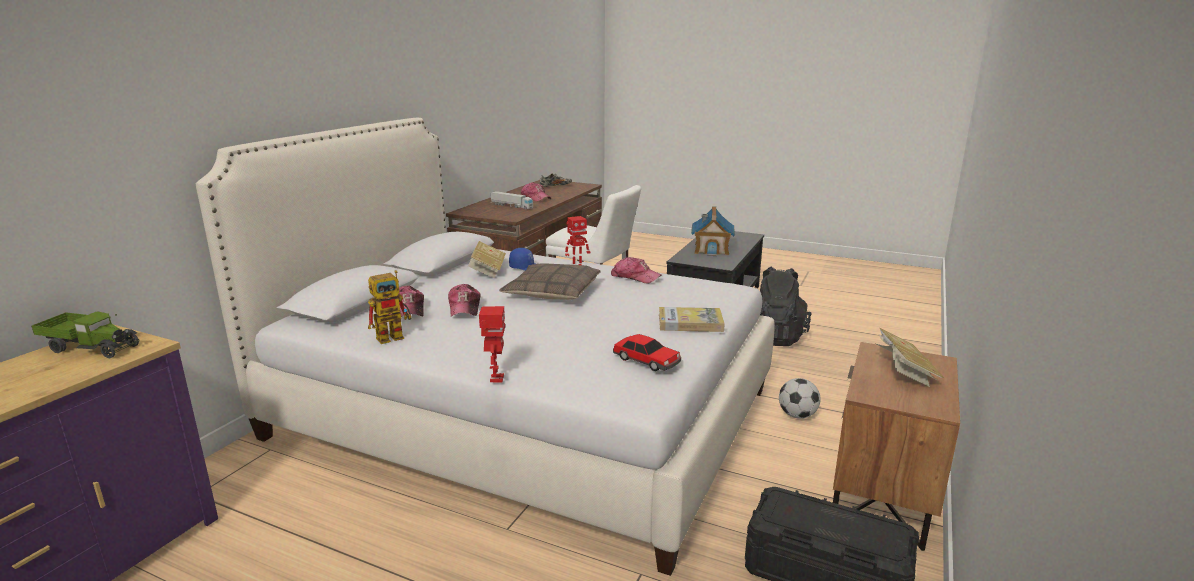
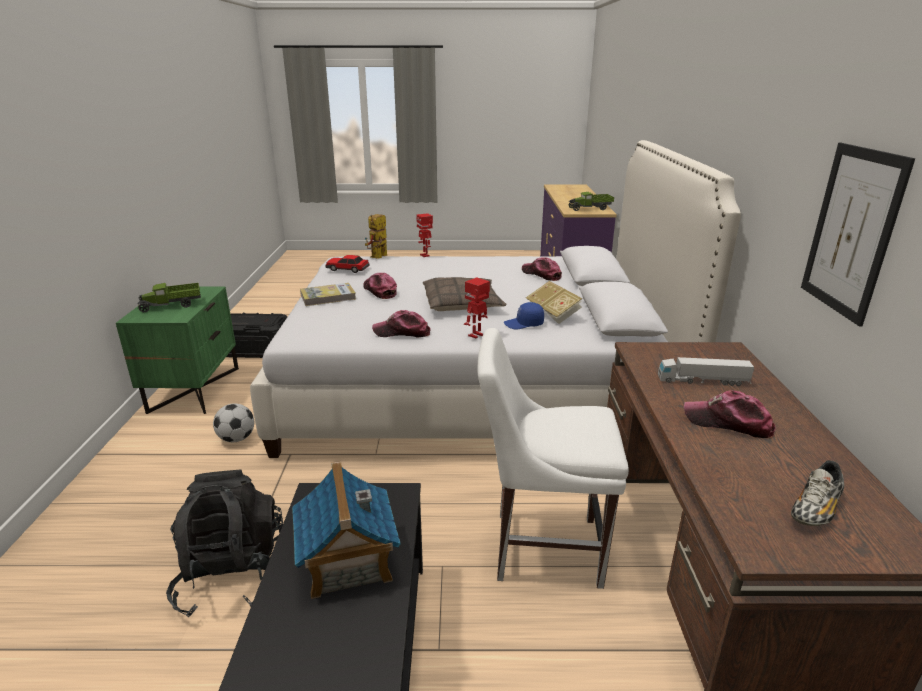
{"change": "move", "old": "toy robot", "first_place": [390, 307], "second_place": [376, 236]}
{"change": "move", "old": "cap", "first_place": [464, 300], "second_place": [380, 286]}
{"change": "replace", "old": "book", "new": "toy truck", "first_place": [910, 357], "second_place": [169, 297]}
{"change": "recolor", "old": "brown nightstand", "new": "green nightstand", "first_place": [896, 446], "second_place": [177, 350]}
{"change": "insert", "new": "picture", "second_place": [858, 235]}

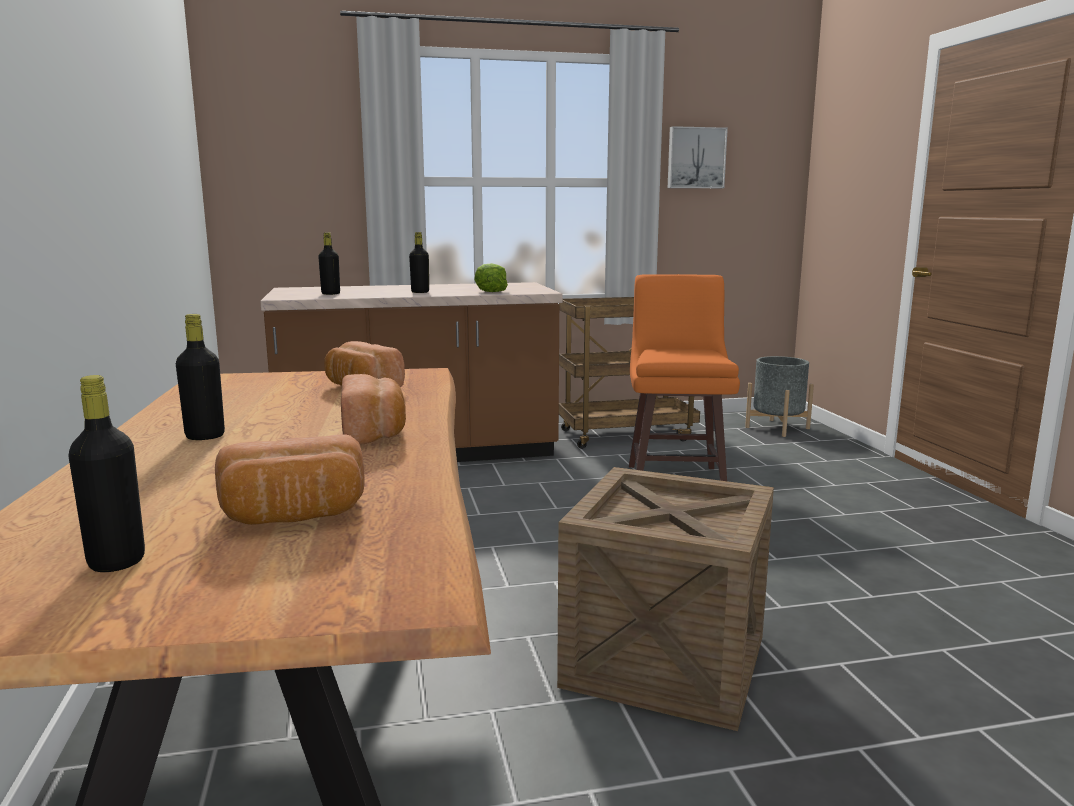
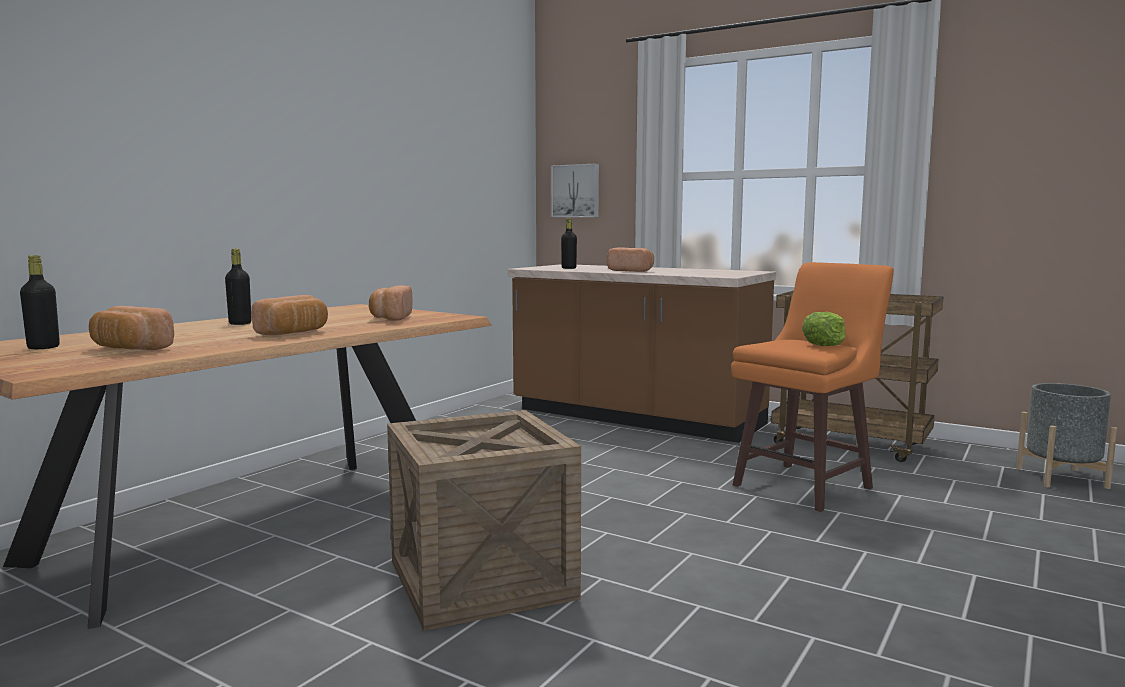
{"change": "move", "old": "picture", "first_place": [698, 157], "second_place": [575, 190]}
{"change": "replace", "old": "black bottle", "new": "bread", "first_place": [419, 262], "second_place": [630, 259]}
{"change": "move", "old": "lettuce", "first_place": [491, 277], "second_place": [824, 329]}

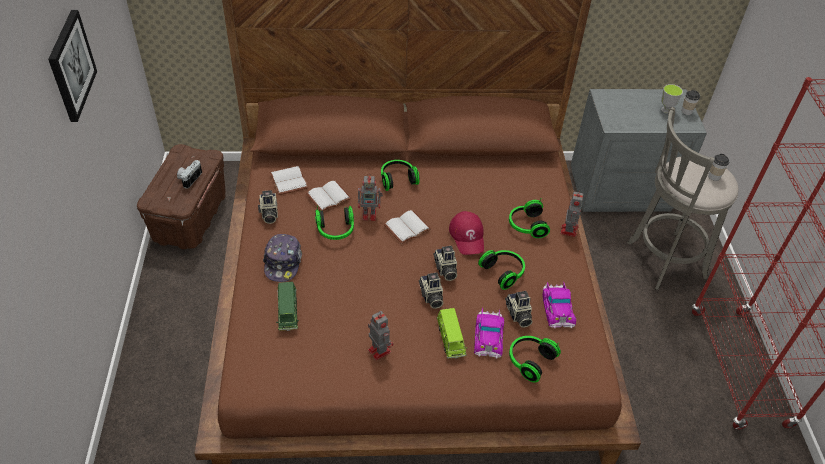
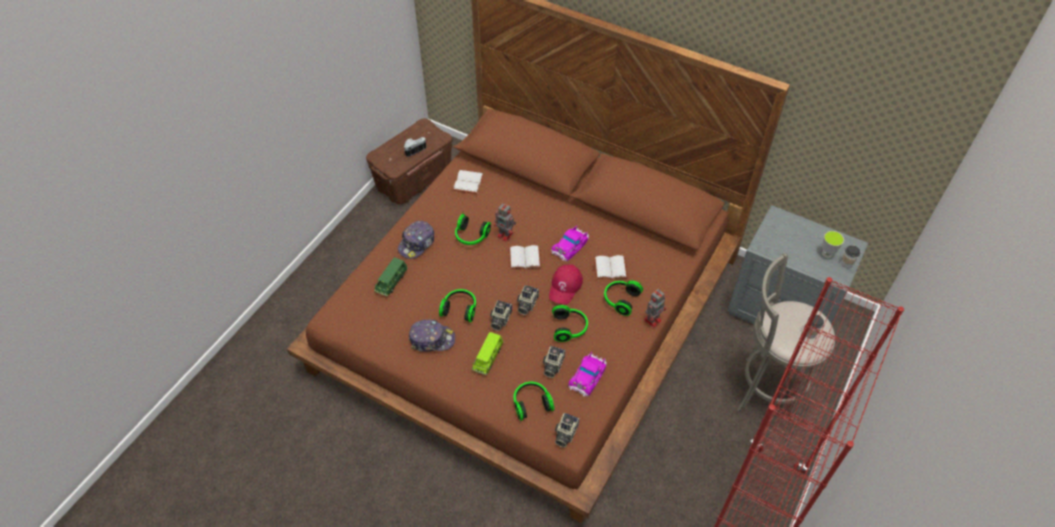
{"change": "delete", "old": "picture", "first_place": [72, 66]}
{"change": "move", "old": "headphones", "first_place": [400, 175], "second_place": [457, 306]}
{"change": "move", "old": "white book", "first_place": [329, 196], "second_place": [611, 267]}
{"change": "move", "old": "photo camera", "first_place": [268, 207], "second_place": [567, 430]}
{"change": "move", "old": "toy car", "first_place": [489, 333], "second_place": [570, 243]}
{"change": "replace", "old": "toy robot", "new": "cap", "first_place": [380, 335], "second_place": [432, 336]}

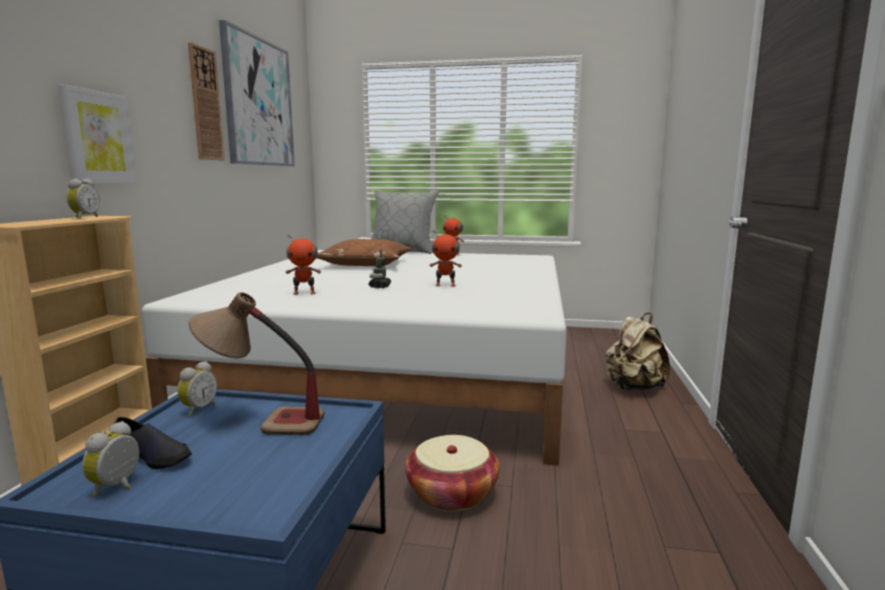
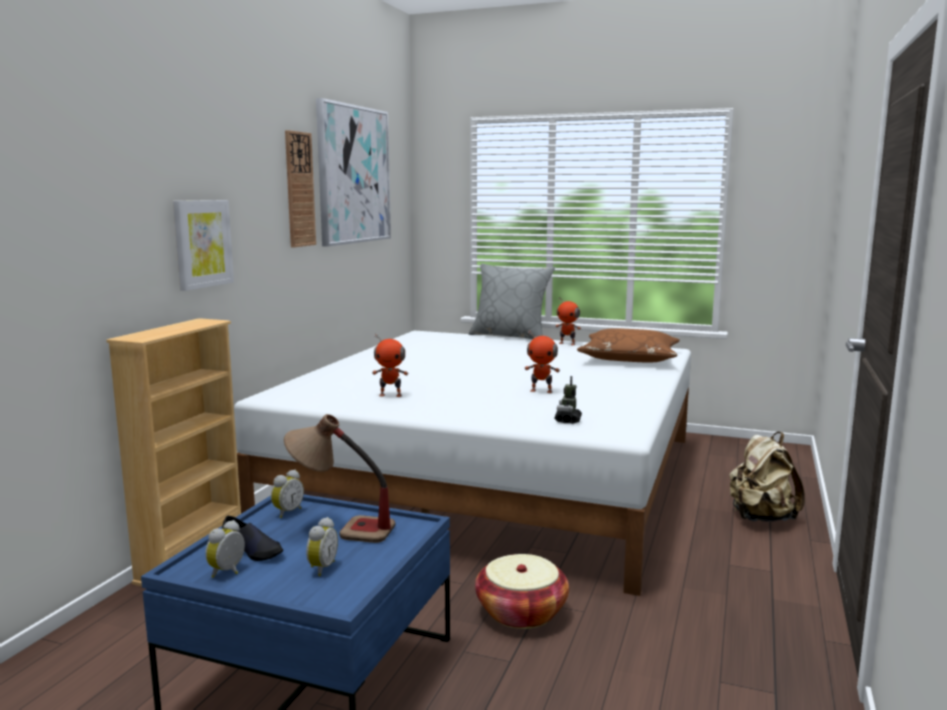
{"change": "move", "old": "alarm clock", "first_place": [83, 199], "second_place": [322, 546]}
{"change": "move", "old": "brown pillow", "first_place": [364, 252], "second_place": [628, 345]}
{"change": "move", "old": "toy robot", "first_place": [379, 269], "second_place": [568, 400]}

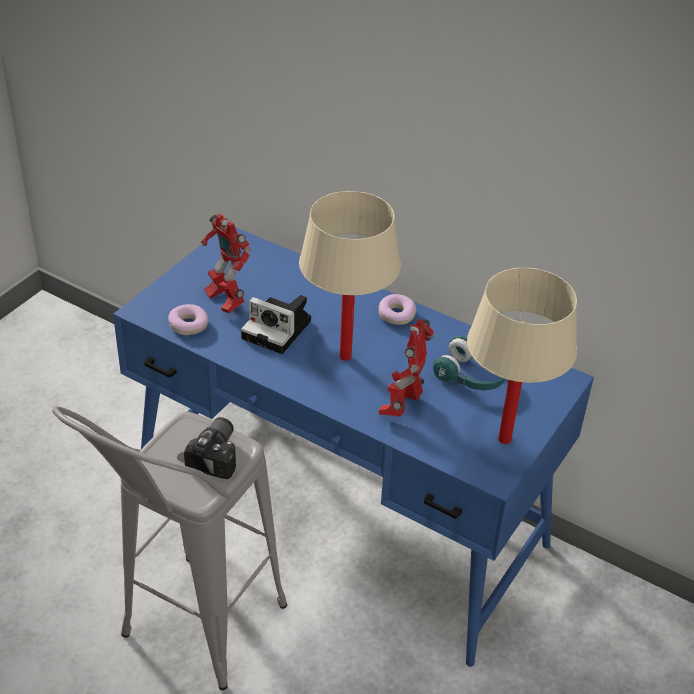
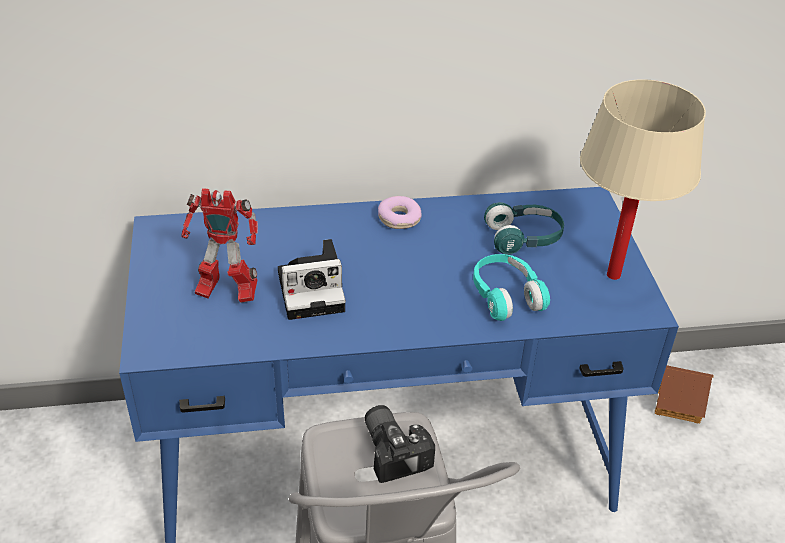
{"change": "delete", "old": "beige table lamp", "first_place": [350, 276]}
{"change": "delete", "old": "donut", "first_place": [188, 319]}
{"change": "replace", "old": "toy robot", "new": "turquoise headphones", "first_place": [406, 368], "second_place": [511, 287]}
{"change": "insert", "new": "toy house", "second_place": [684, 394]}

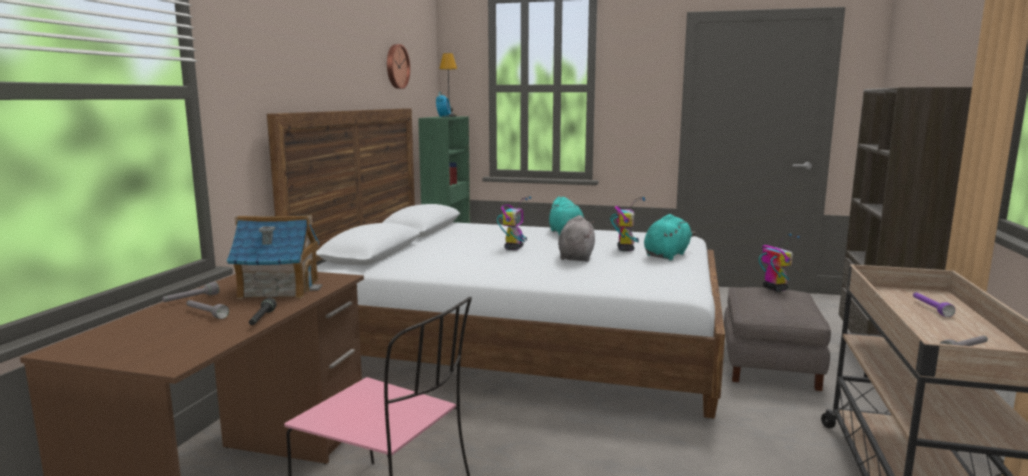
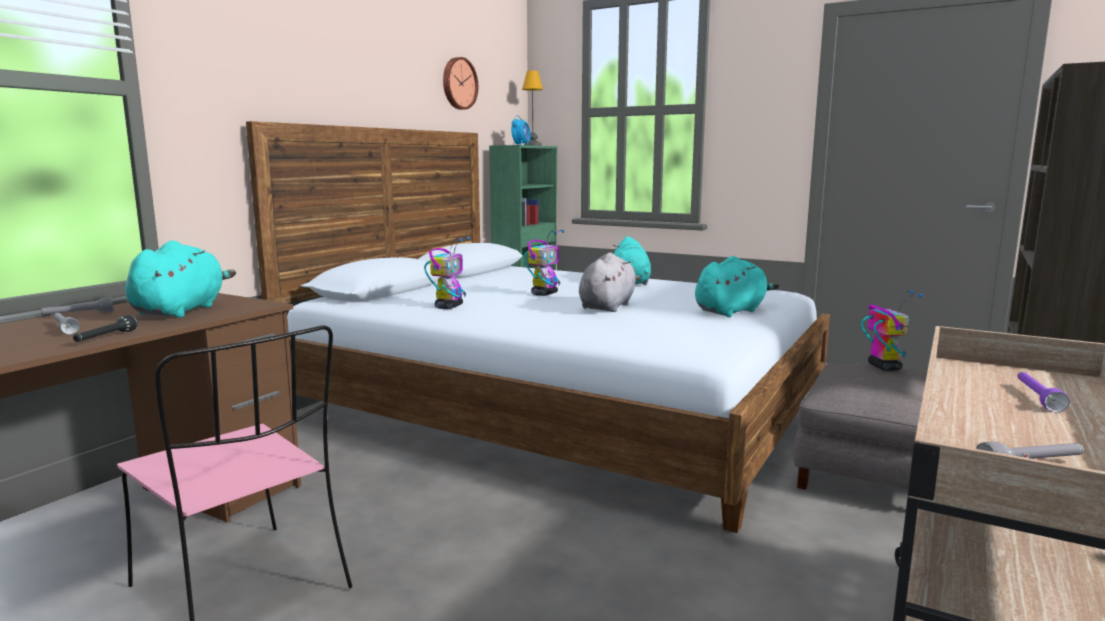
{"change": "move", "old": "toy robot", "first_place": [627, 224], "second_place": [447, 273]}
{"change": "replace", "old": "toy house", "new": "turquoise plush toy", "first_place": [274, 257], "second_place": [181, 279]}

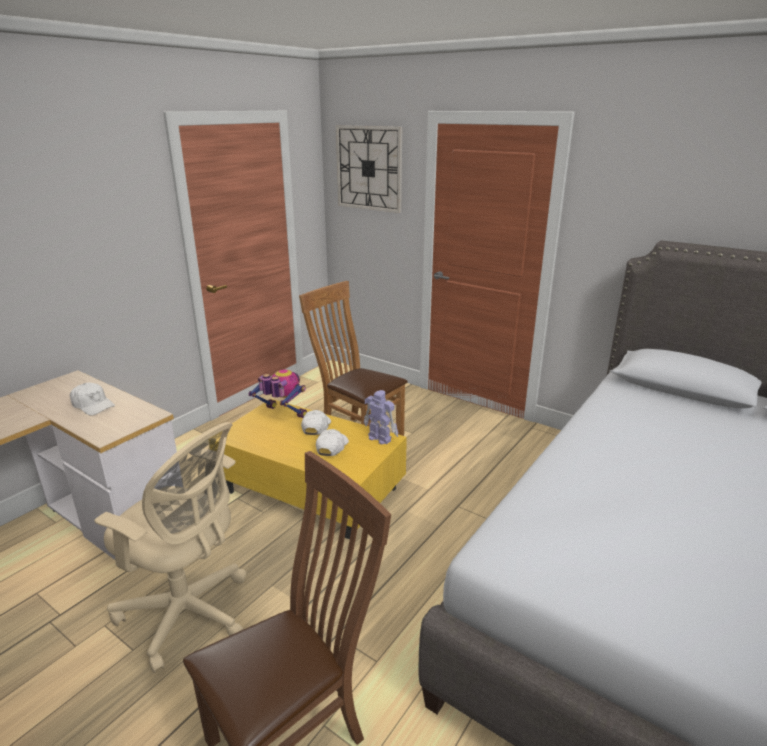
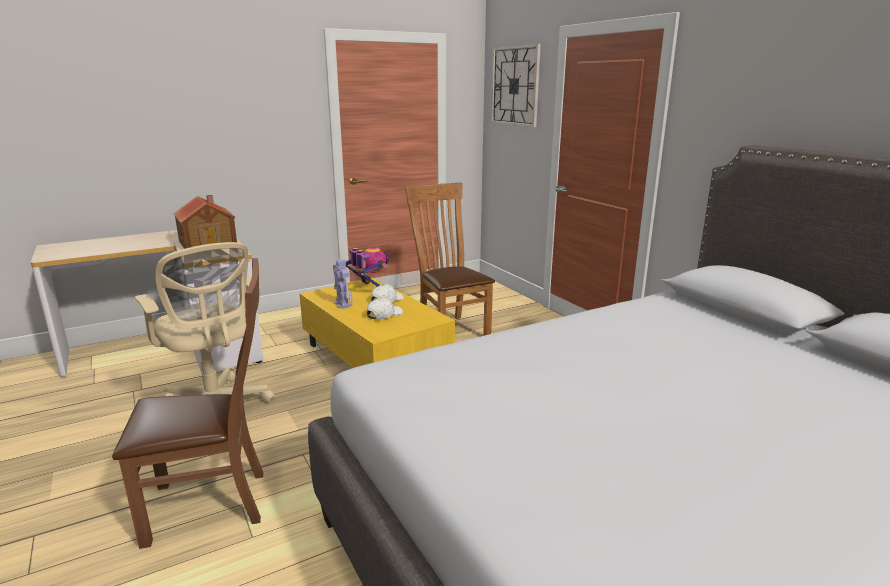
{"change": "replace", "old": "white cap", "new": "toy house", "first_place": [92, 399], "second_place": [205, 222]}
{"change": "move", "old": "toy robot", "first_place": [381, 417], "second_place": [343, 284]}

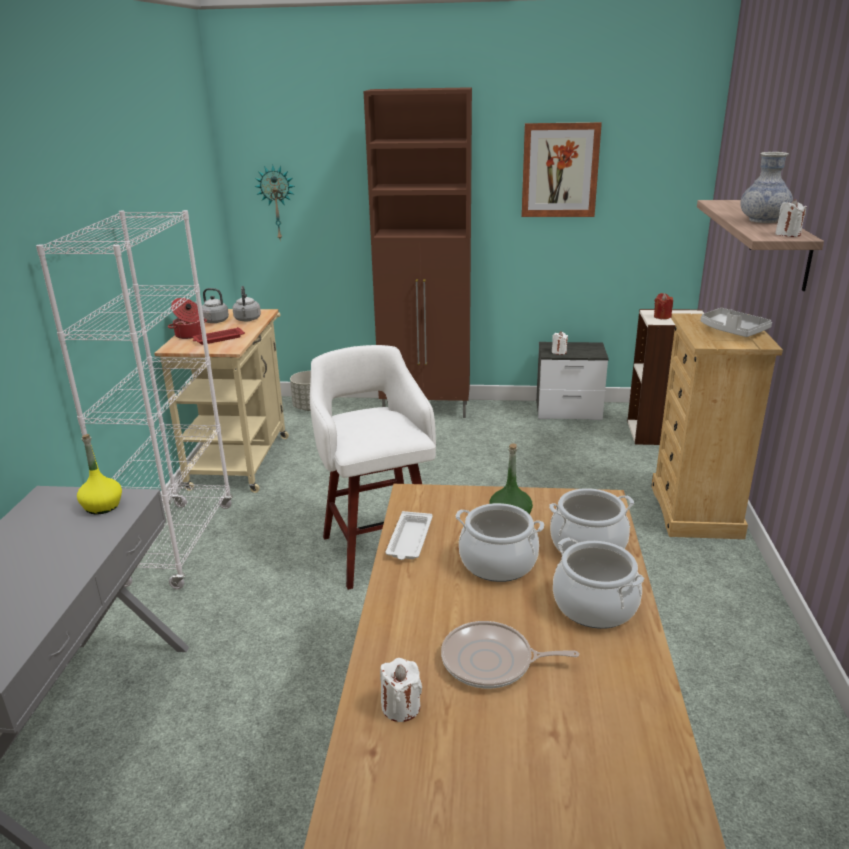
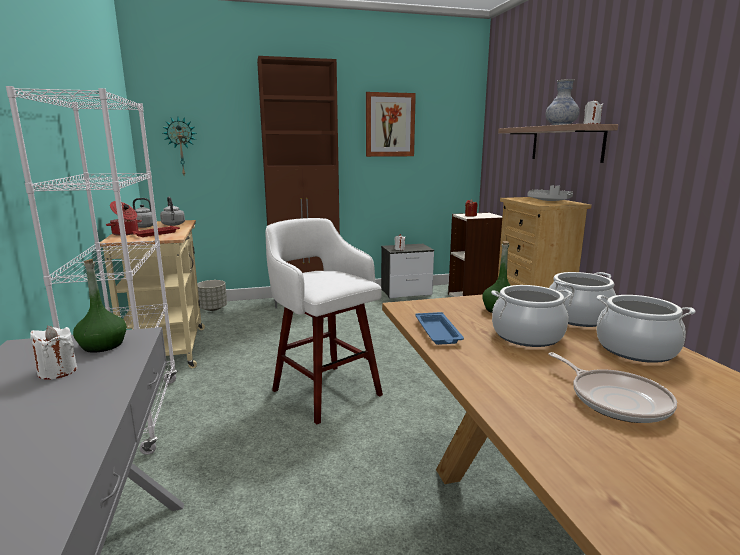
{"change": "recolor", "old": "yellow bottle", "new": "green bottle", "first_place": [99, 474], "second_place": [100, 306]}
{"change": "recolor", "old": "white tray", "new": "blue tray", "first_place": [409, 535], "second_place": [439, 328]}
{"change": "rotate", "old": "frying pan", "first_place": [510, 655], "second_place": [612, 387], "degrees": -105}
{"change": "move", "old": "white candle", "first_place": [401, 690], "second_place": [53, 352]}

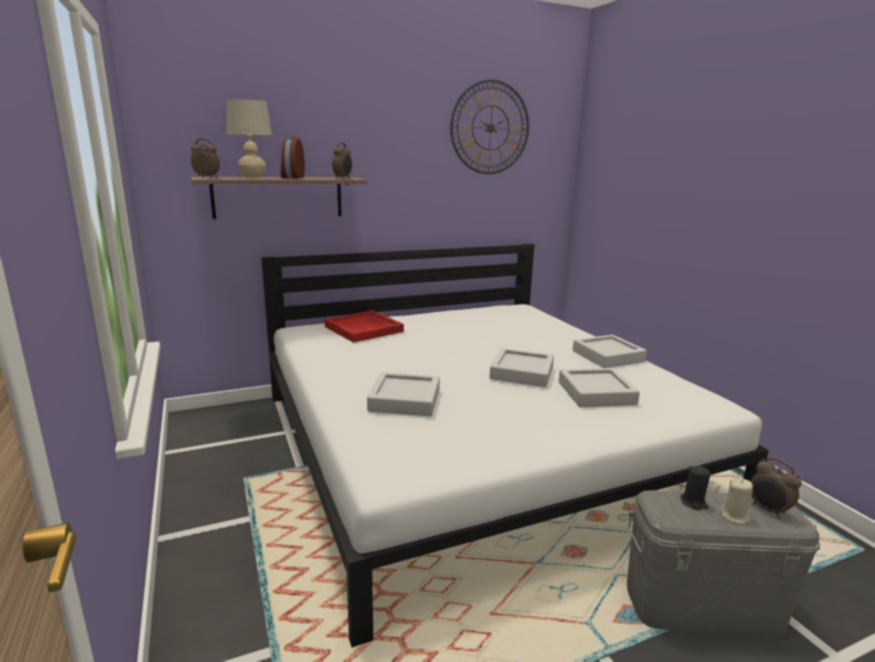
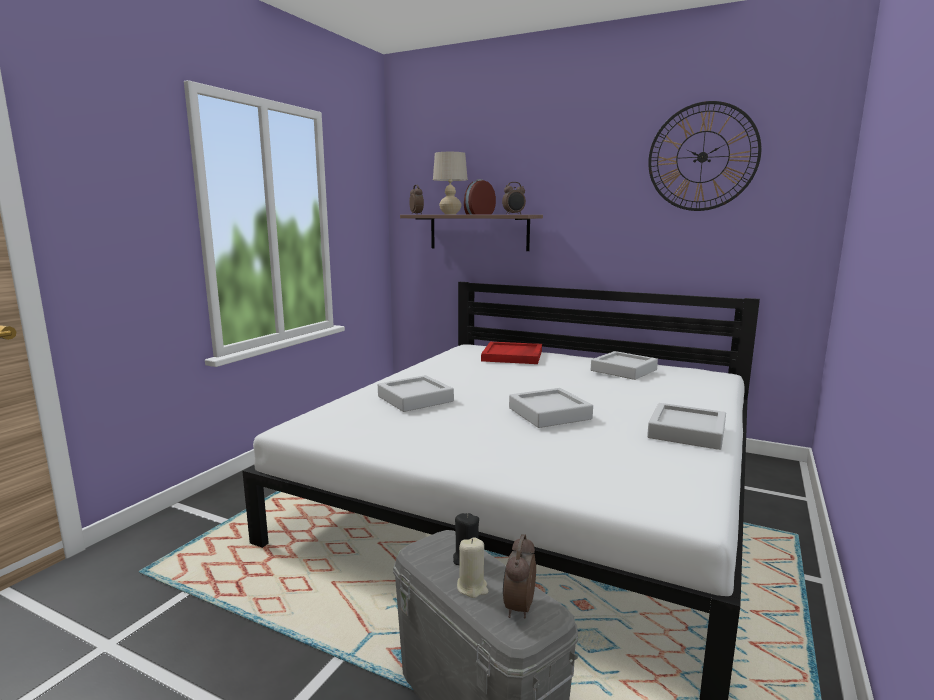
{"change": "move", "old": "grey tray", "first_place": [599, 387], "second_place": [624, 365]}

